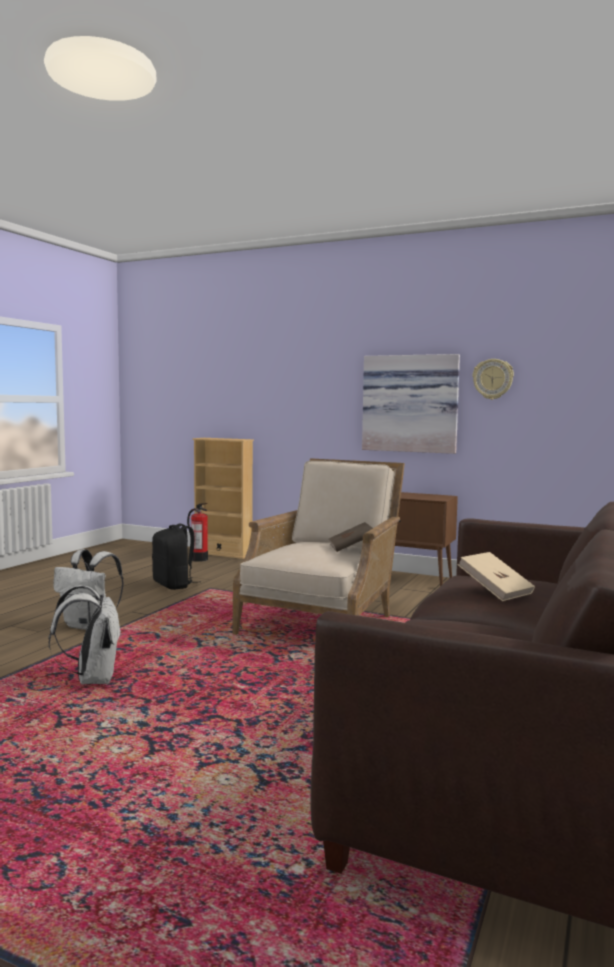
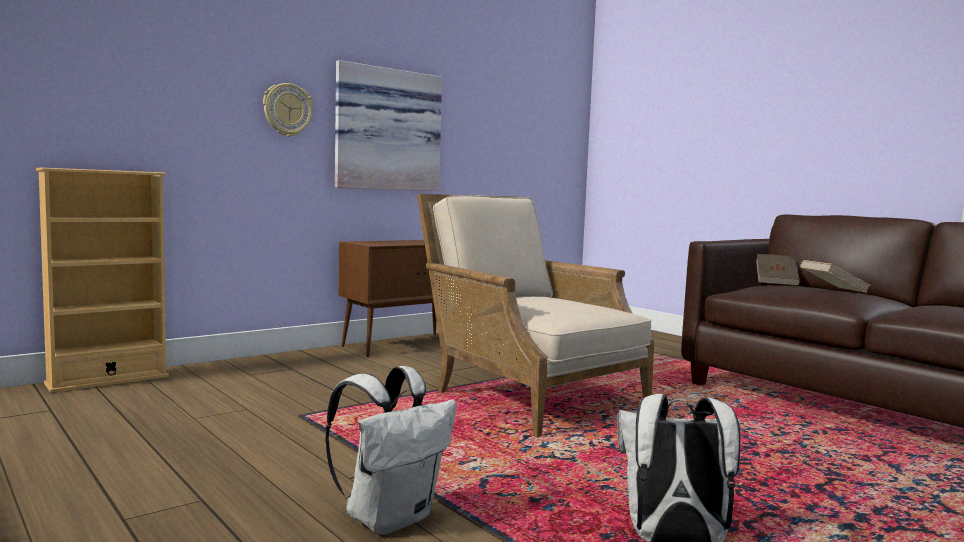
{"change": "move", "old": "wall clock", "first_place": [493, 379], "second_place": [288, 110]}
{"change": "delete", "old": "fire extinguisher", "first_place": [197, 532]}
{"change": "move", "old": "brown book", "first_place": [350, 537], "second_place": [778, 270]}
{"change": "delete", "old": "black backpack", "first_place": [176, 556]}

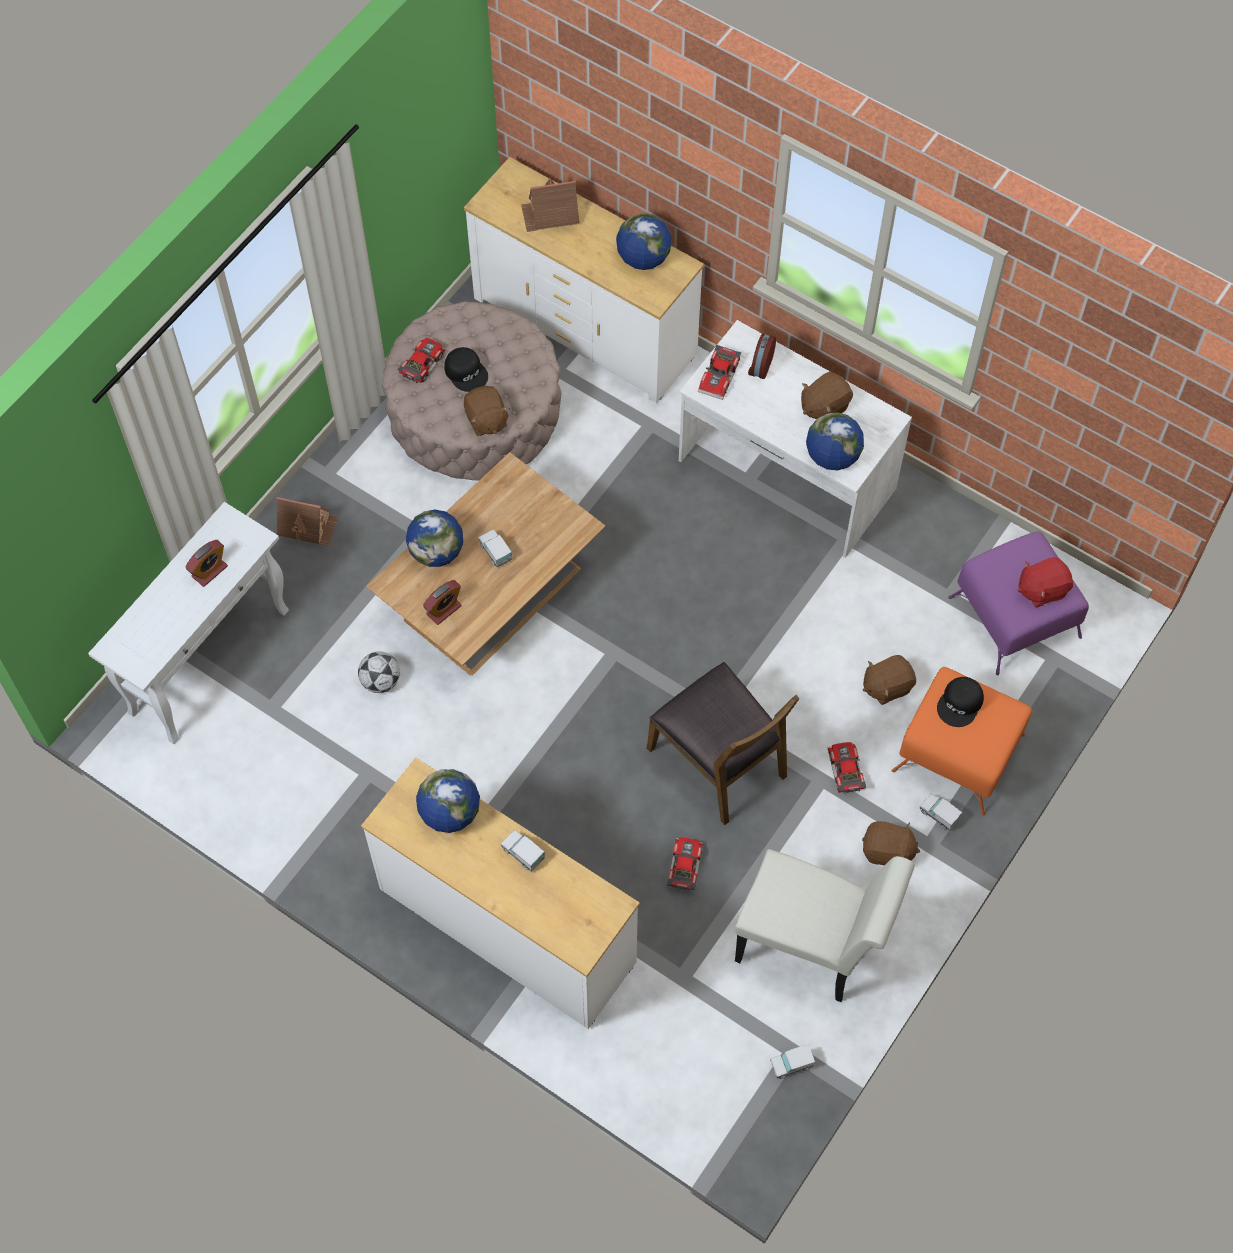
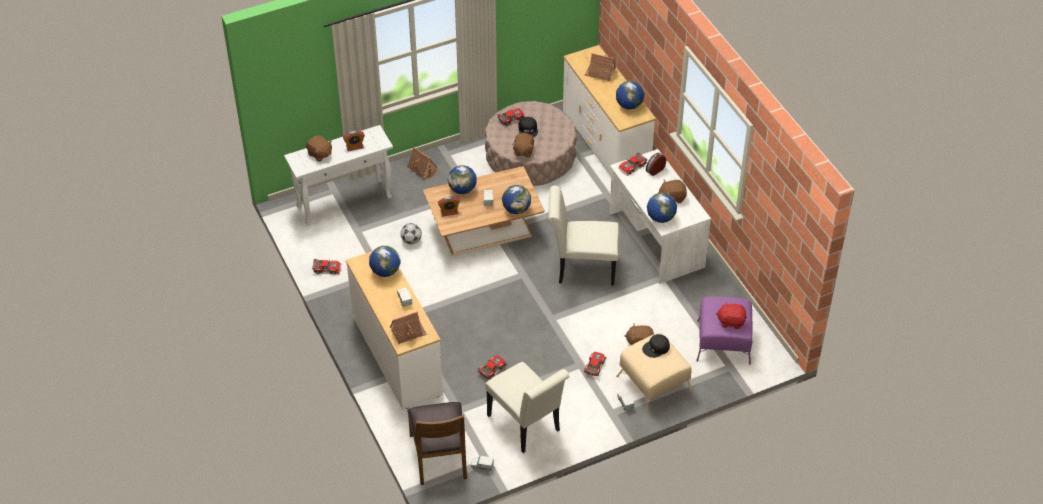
{"change": "move", "old": "brown chair", "first_place": [723, 743], "second_place": [437, 443]}
{"change": "recolor", "old": "orange ottoman", "new": "beige ottoman", "first_place": [962, 741], "second_place": [654, 373]}
{"change": "move", "old": "brown plush toy", "first_place": [891, 843], "second_place": [319, 148]}
{"change": "insert", "new": "globe", "second_place": [516, 199]}
{"change": "insert", "new": "white chair", "second_place": [583, 236]}
{"change": "insert", "new": "toy car", "second_place": [326, 266]}
{"change": "insert", "new": "toy house", "second_place": [408, 328]}

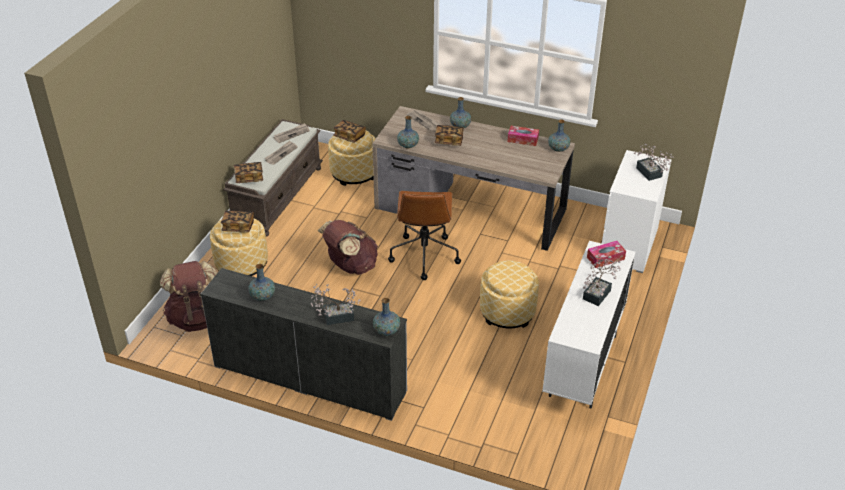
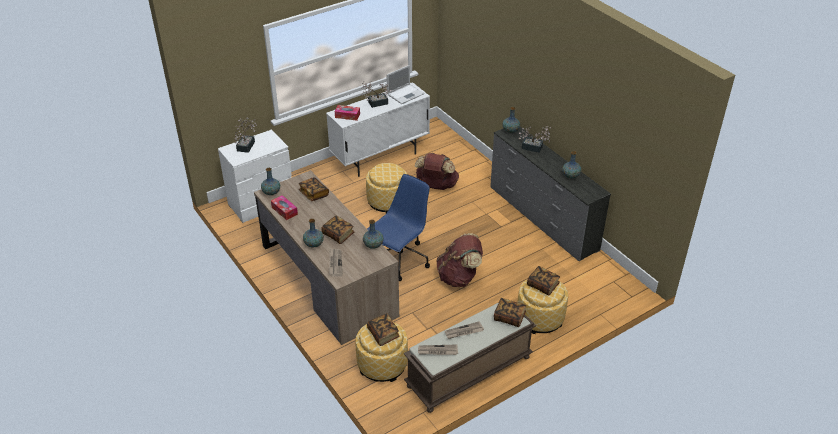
{"change": "recolor", "old": "brown office chair", "new": "blue office chair", "first_place": [424, 235], "second_place": [398, 227]}
{"change": "move", "old": "brown backpack", "first_place": [188, 296], "second_place": [437, 171]}
{"change": "insert", "new": "laptop", "second_place": [405, 84]}
{"change": "insert", "new": "book", "second_place": [314, 189]}

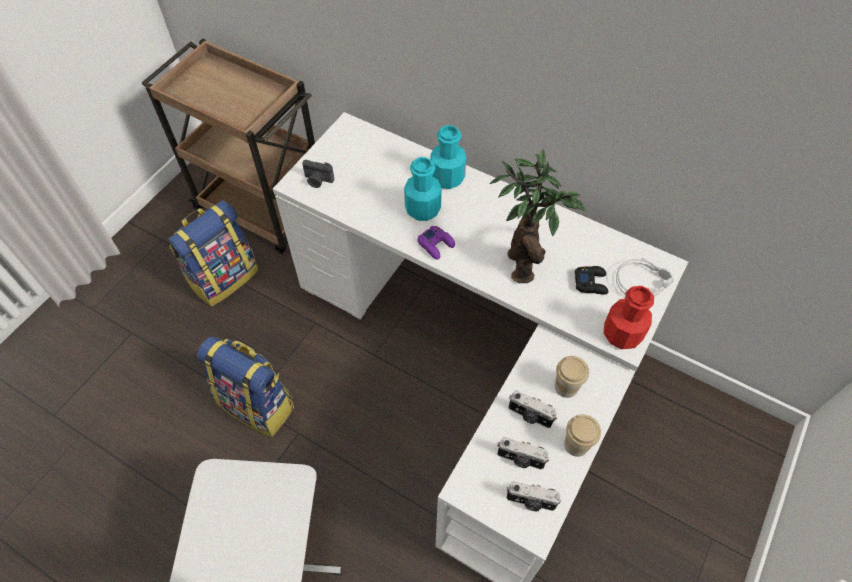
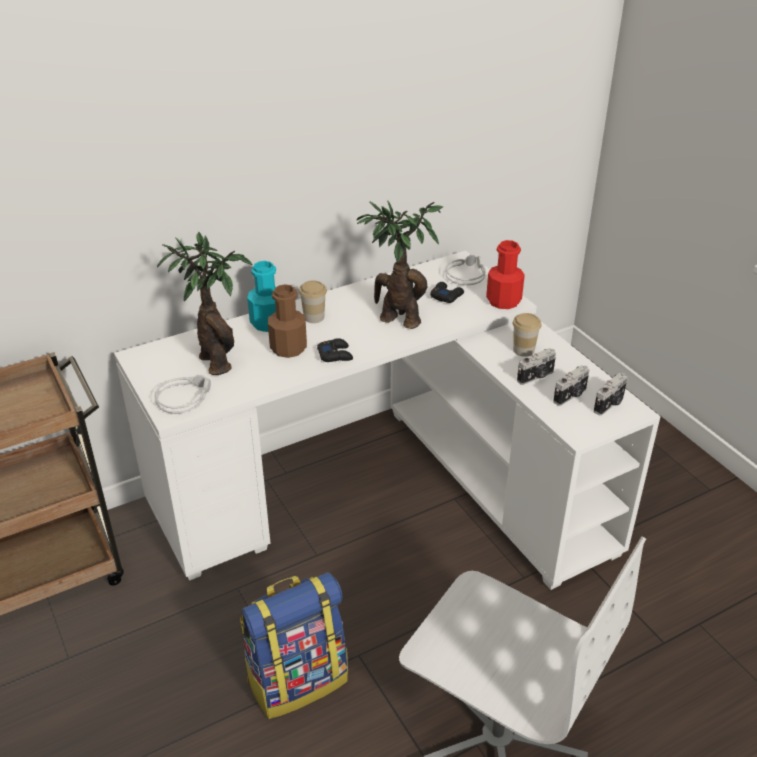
{"change": "recolor", "old": "turquoise bottle", "new": "brown bottle", "first_place": [423, 189], "second_place": [287, 321]}
{"change": "replace", "old": "photo camera", "new": "grey headphones", "first_place": [318, 174], "second_place": [183, 394]}
{"change": "delete", "old": "backpack", "first_place": [213, 253]}
{"change": "recolor", "old": "purple game controller", "new": "black game controller", "first_place": [436, 242], "second_place": [335, 350]}
{"change": "move", "old": "cup", "first_place": [582, 435], "second_place": [313, 301]}
{"change": "insert", "new": "potted plant", "second_place": [205, 303]}

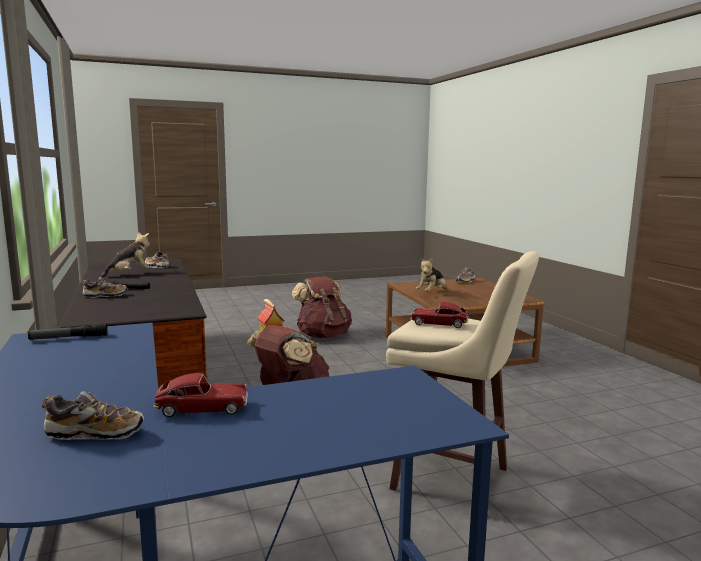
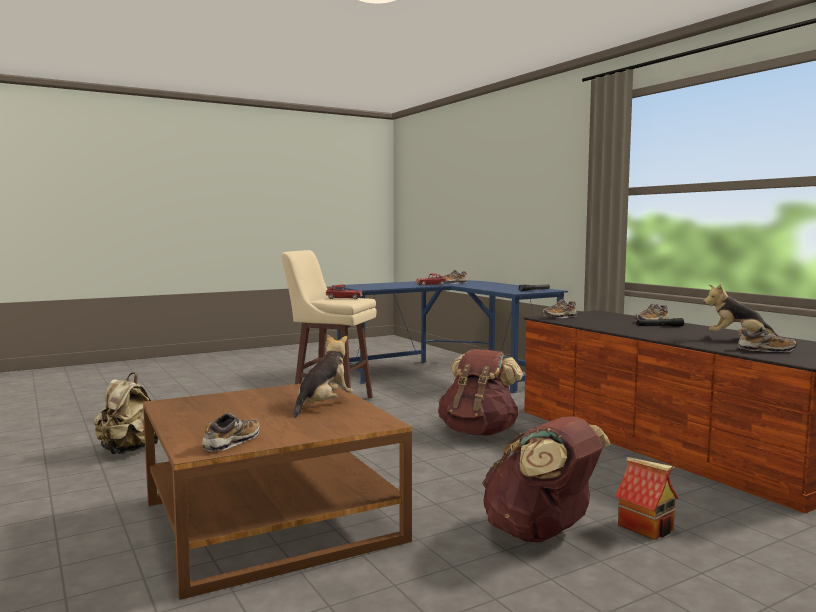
{"change": "rotate", "old": "plush toy", "first_place": [125, 255], "second_place": [742, 310], "degrees": 75}
{"change": "insert", "new": "shoe", "second_place": [559, 308]}
{"change": "insert", "new": "beige backpack", "second_place": [126, 413]}

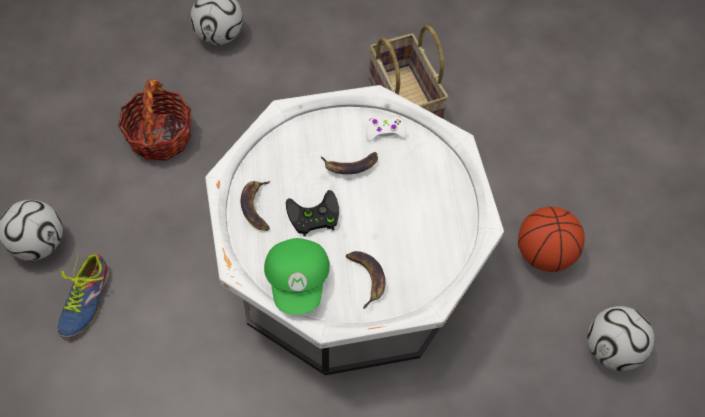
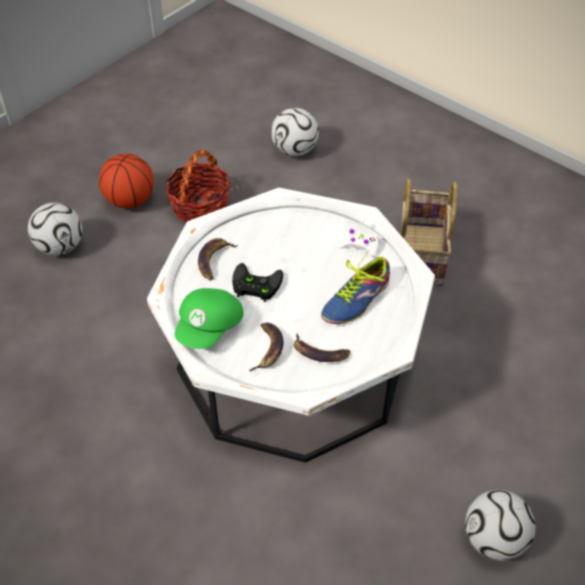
{"change": "move", "old": "banana", "first_place": [349, 163], "second_place": [322, 348]}
{"change": "move", "old": "basketball", "first_place": [551, 239], "second_place": [126, 181]}
{"change": "move", "old": "shoe", "first_place": [83, 296], "second_place": [355, 287]}

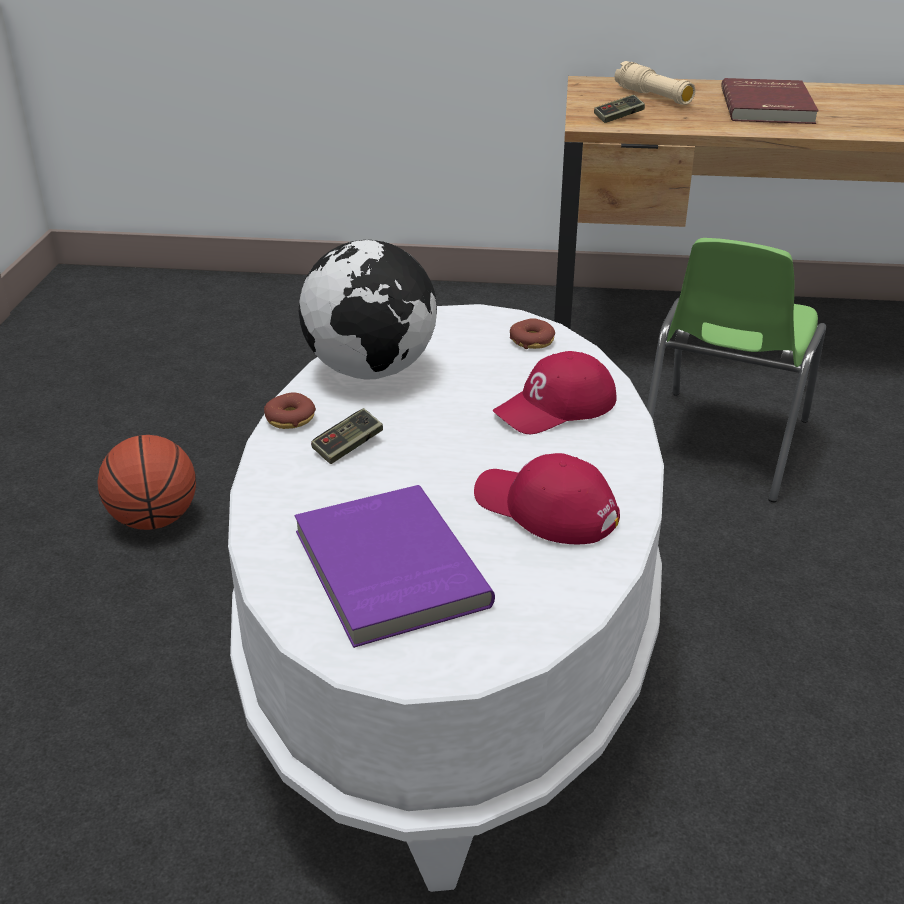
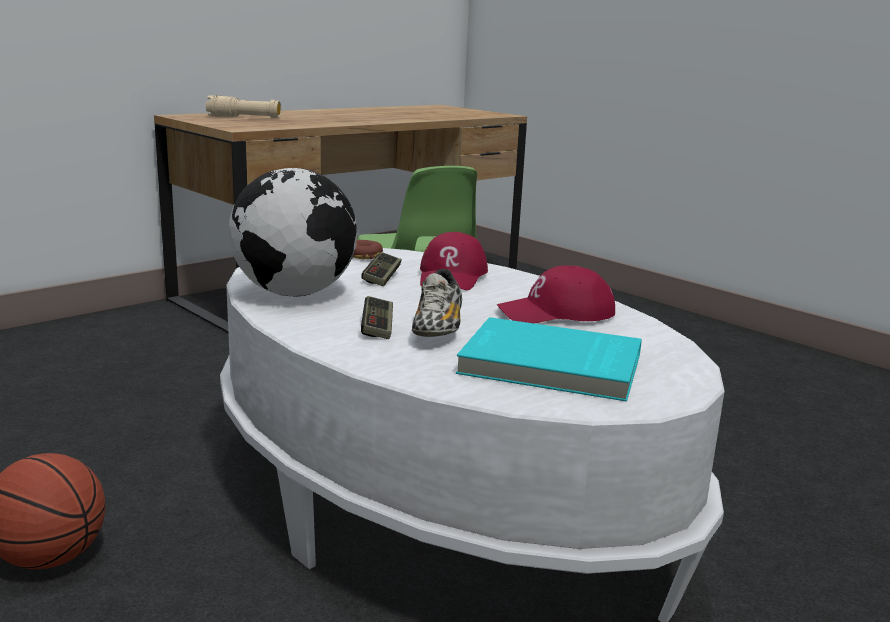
{"change": "delete", "old": "red book", "first_place": [770, 101]}
{"change": "move", "old": "game controller", "first_place": [619, 109], "second_place": [381, 269]}
{"change": "delete", "old": "donut", "first_place": [290, 411]}
{"change": "recolor", "old": "purple book", "new": "turquoise book", "first_place": [394, 566], "second_place": [549, 359]}
{"change": "insert", "new": "shoe", "second_place": [437, 303]}

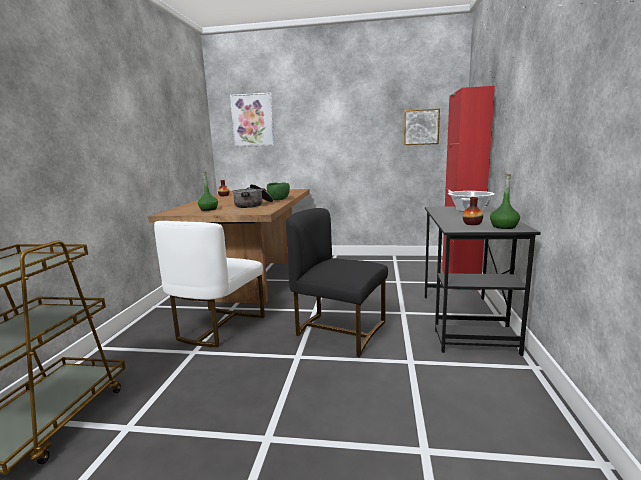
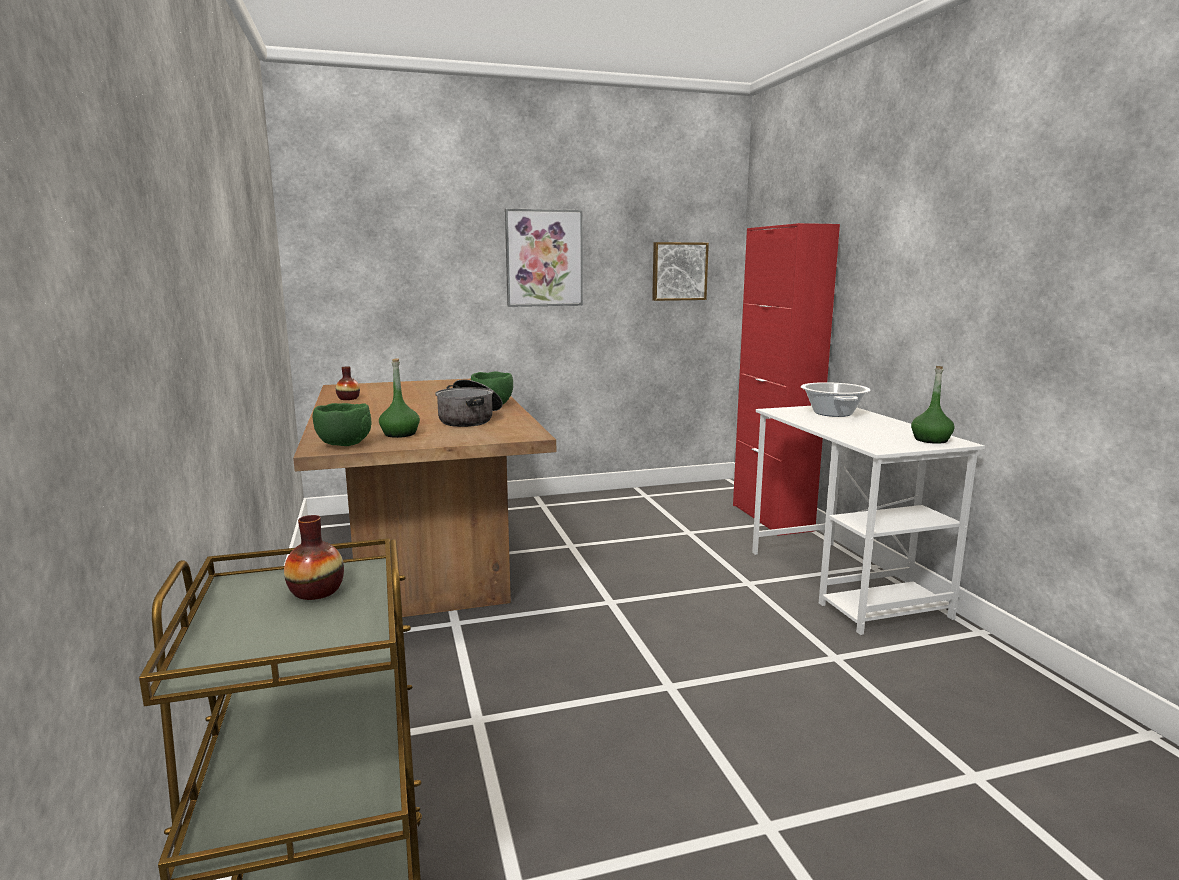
{"change": "move", "old": "picture", "first_place": [252, 119], "second_place": [544, 257]}
{"change": "move", "old": "vase", "first_place": [473, 211], "second_place": [314, 557]}
{"change": "recolor", "old": "black desk", "new": "white desk", "first_place": [483, 281], "second_place": [868, 520]}
{"change": "delete", "old": "black chair", "first_place": [337, 282]}
{"change": "delete", "old": "white chair", "first_place": [209, 284]}
{"change": "insert", "new": "green bowl", "second_place": [342, 424]}

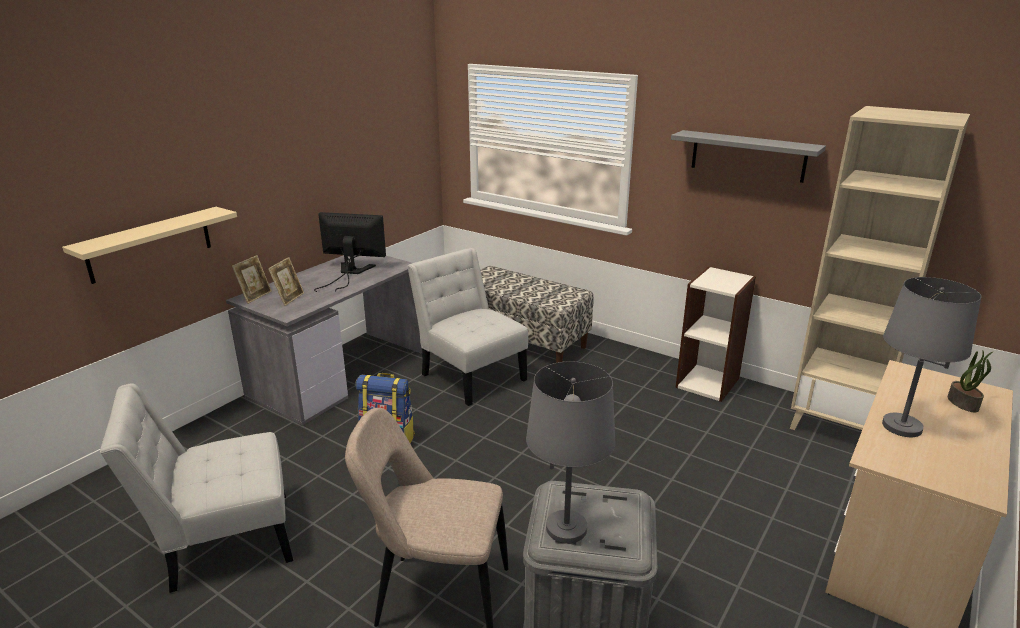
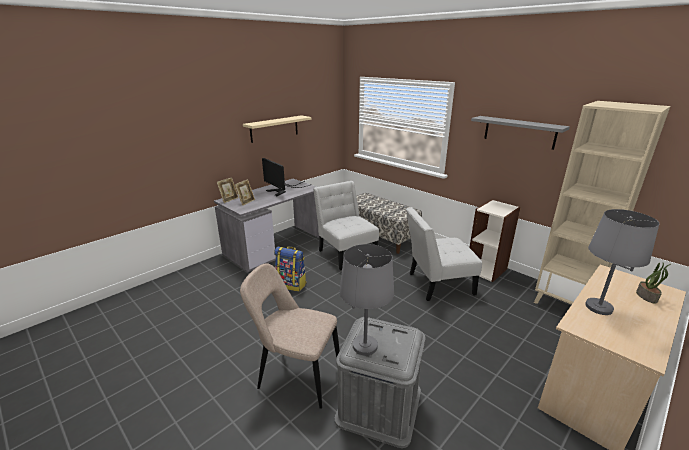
{"change": "move", "old": "beige shelf", "first_place": [149, 245], "second_place": [277, 129]}
{"change": "rotate", "old": "monitor", "first_place": [350, 252], "second_place": [286, 177], "degrees": -150}
{"change": "move", "old": "white chair", "first_place": [196, 488], "second_place": [444, 254]}

